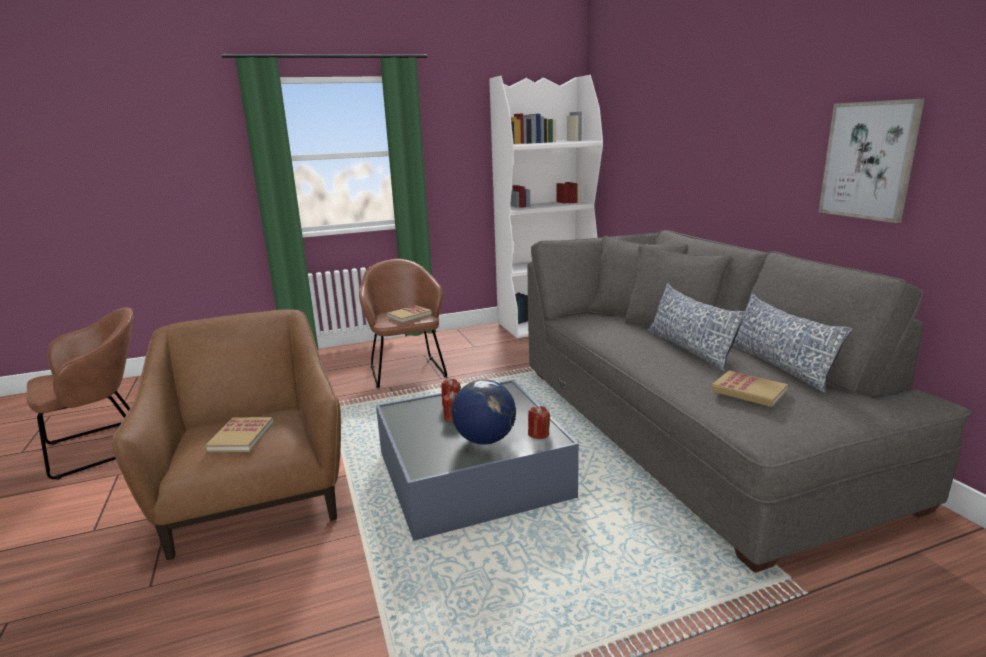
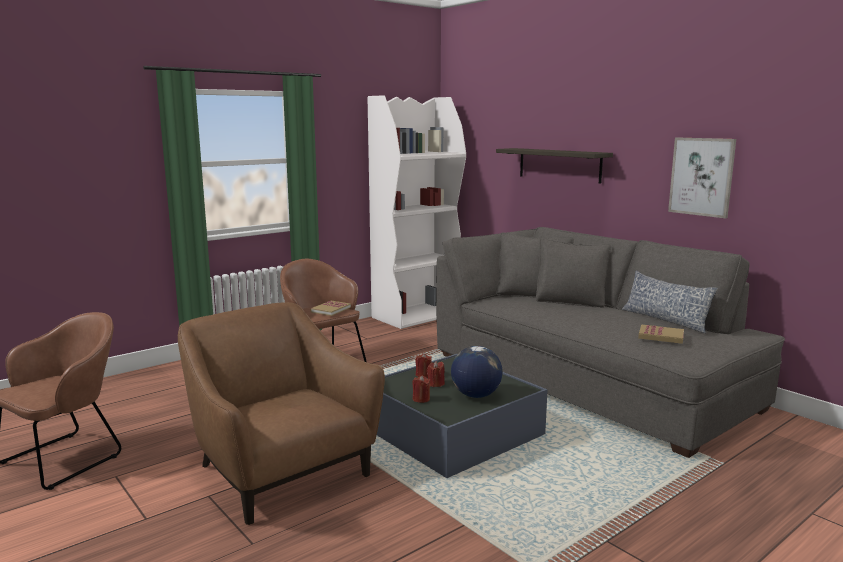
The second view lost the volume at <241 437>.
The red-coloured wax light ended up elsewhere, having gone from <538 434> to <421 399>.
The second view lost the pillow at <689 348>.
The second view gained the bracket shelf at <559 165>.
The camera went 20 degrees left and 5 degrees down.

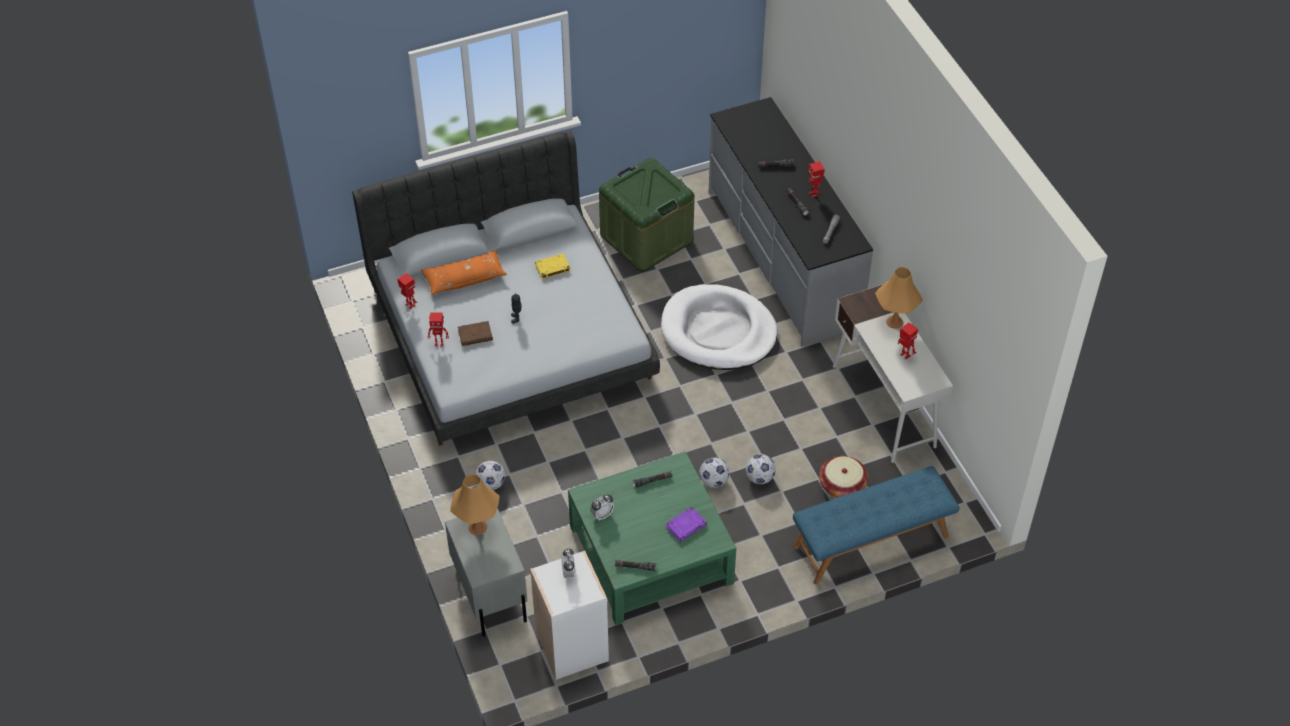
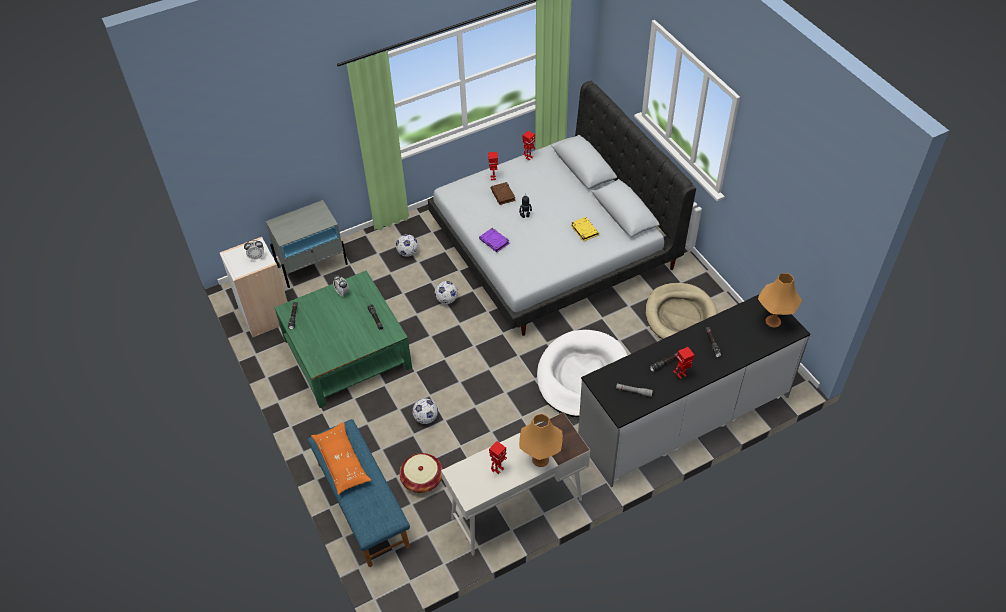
The orangey pillow ended up elsewhere, having gone from <464 278> to <342 462>.
The orangey lamp for a table ended up elsewhere, having gone from <477 527> to <773 321>.
Where the greenish storage bin stood at <646 238>, the beige-coloured dog cushion came to stand at <681 316>.
The purplish volume ended up elsewhere, having gone from <686 526> to <494 241>.
The ball for football ended up elsewhere, having gone from <714 481> to <447 300>.
The camera went 85 degrees right and 0 degrees up.

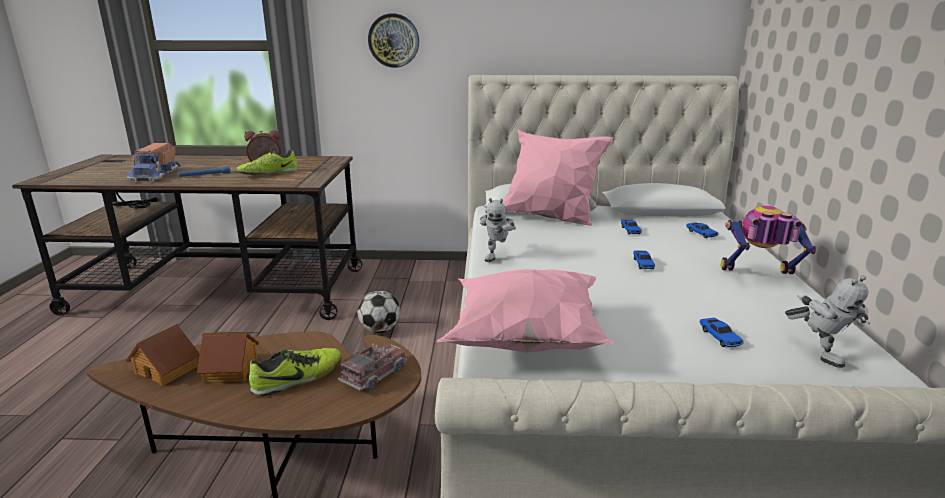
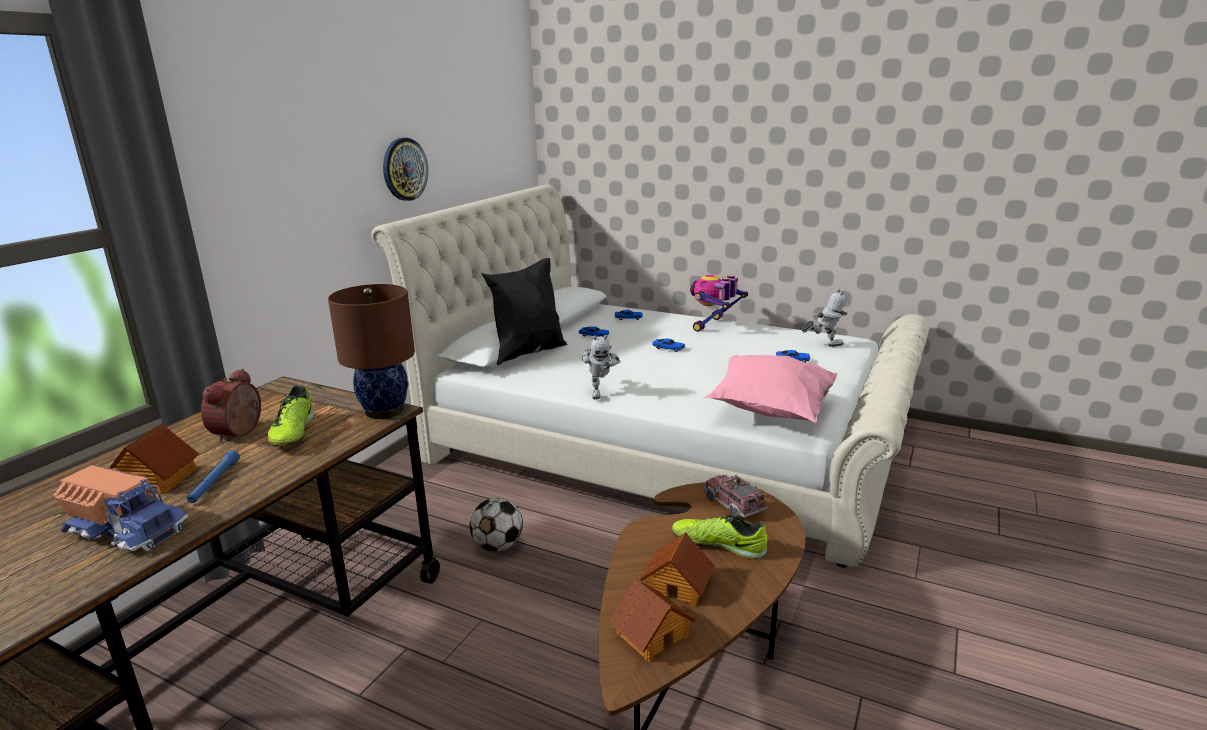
The item of footwear at <298 379> ended up facing another way, 60 degrees counterclockwise from before.
The hanging clock ended up elsewhere, having gone from <393 40> to <404 169>.
The toy robot at <497 257> ended up facing another way, 45 degrees clockwise from before.
What was the pink pillow at <550 218> turned into the black pillow at <528 354>.
The second view gained the miniature house at <158 479>.
The second view gained the brown lamp for a table at <385 410>.
The camera went 65 degrees left and 0 degrees up.

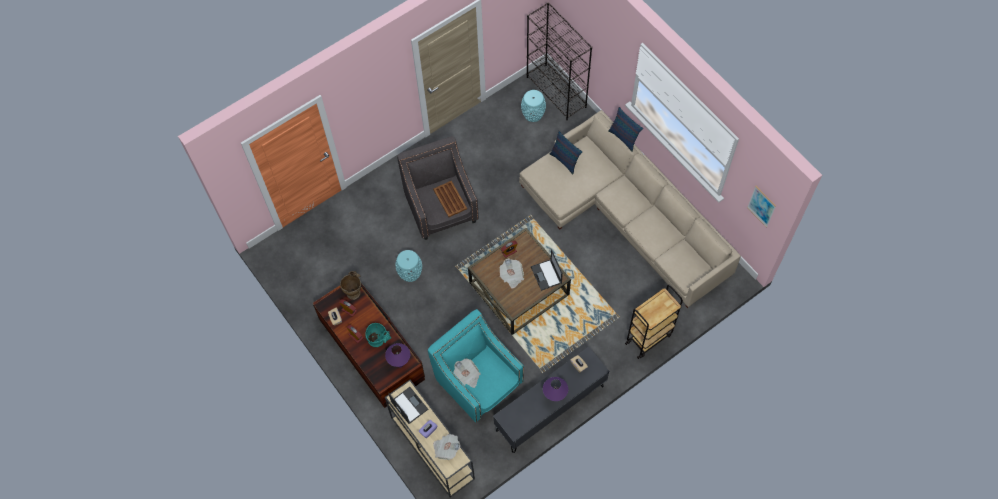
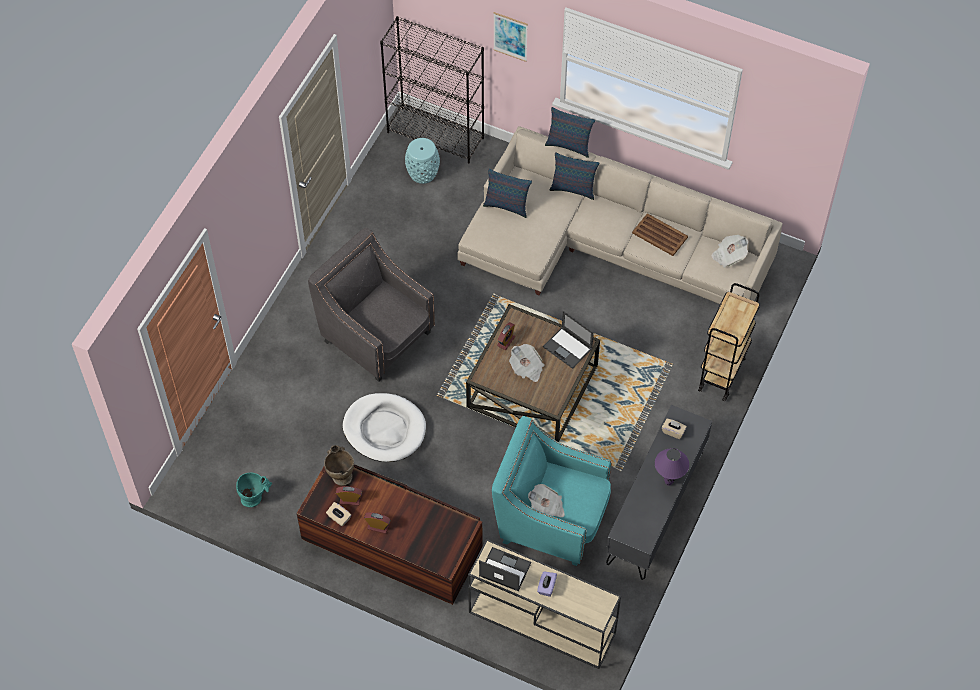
The turquoise-coloured decorative vase ended up elsewhere, having gone from <379 340> to <255 497>.
The second view lost the purplish lamp for a table at <400 365>.
Where the turquoise-coloured sitting stool stood at <410 273>, the white-coloured dog cushion came to stand at <384 429>.
The brown serving tray ended up elsewhere, having gone from <450 199> to <659 235>.
The printed paper ended up elsewhere, having gone from <446 449> to <728 255>.
The wall art ended up elsewhere, having gone from <761 206> to <510 36>.
The second view gained the blue pillow at <573 189>.
The camera went 30 degrees left and 5 degrees down.

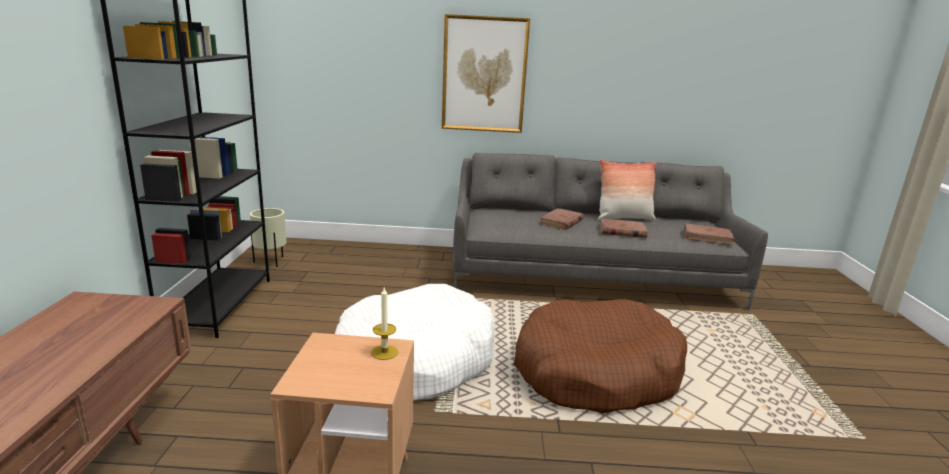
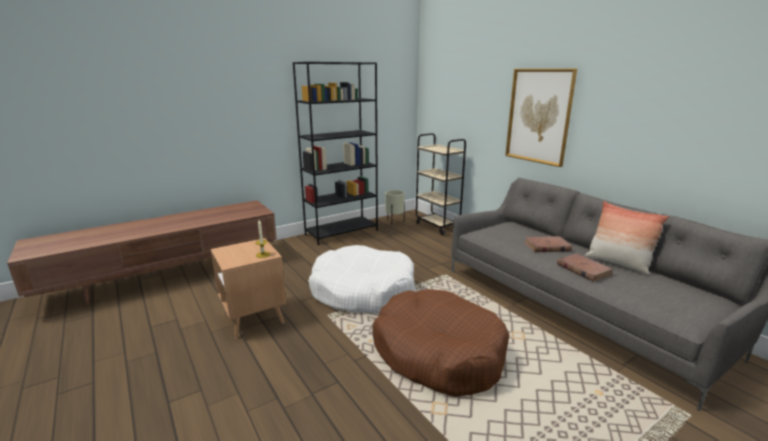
The second view lost the brown volume at <708 237>.
The second view gained the beige-coloured wheeled cart at <438 227>.
The camera went 55 degrees right and 0 degrees up.

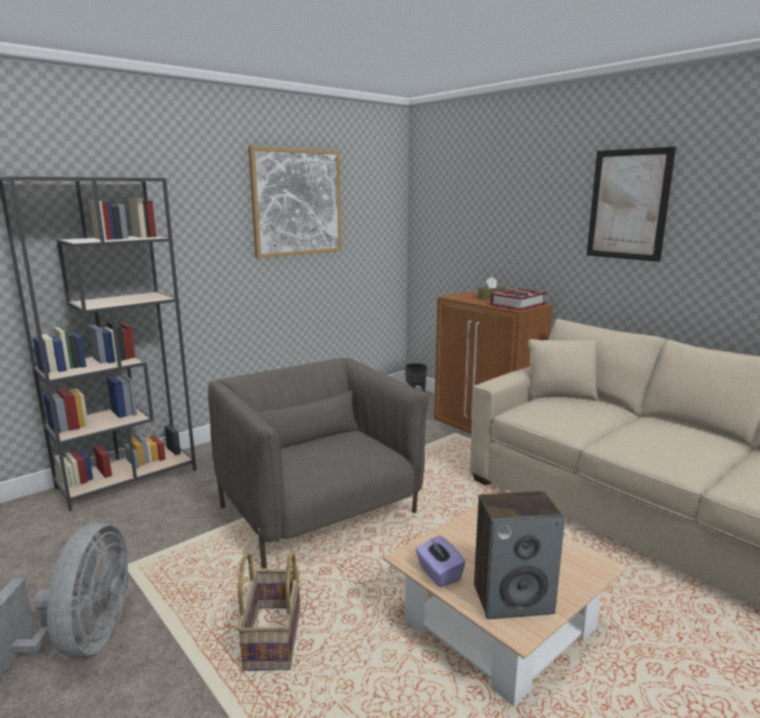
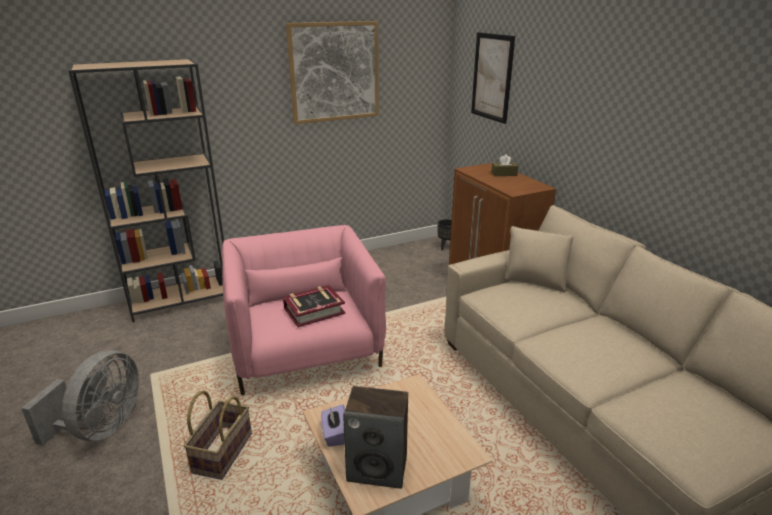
What was the grey lounge chair at <318 511> turned into the pink lounge chair at <305 352>.
The volume ended up elsewhere, having gone from <517 304> to <314 310>.
The wall art ended up elsewhere, having gone from <628 204> to <492 77>.
The camera went 15 degrees right and 10 degrees up.

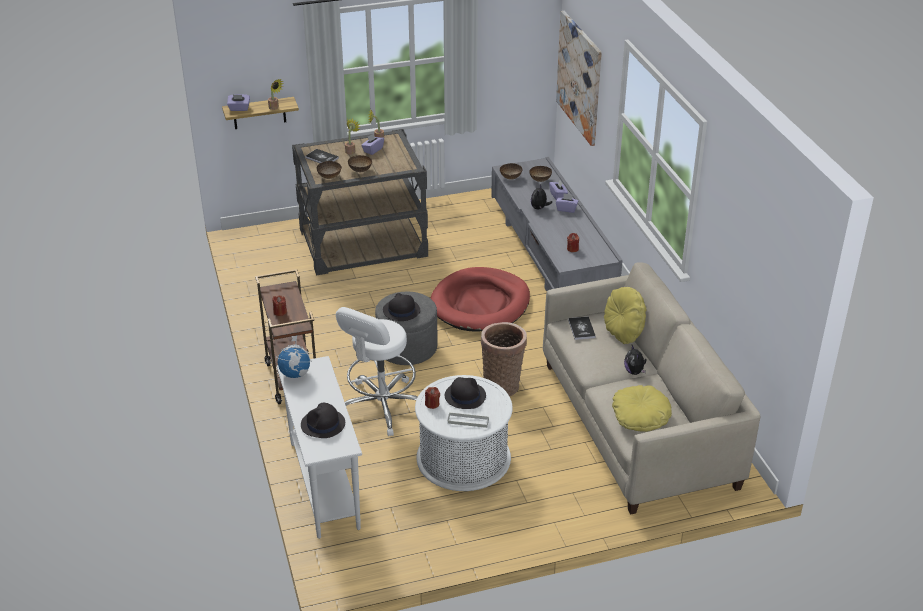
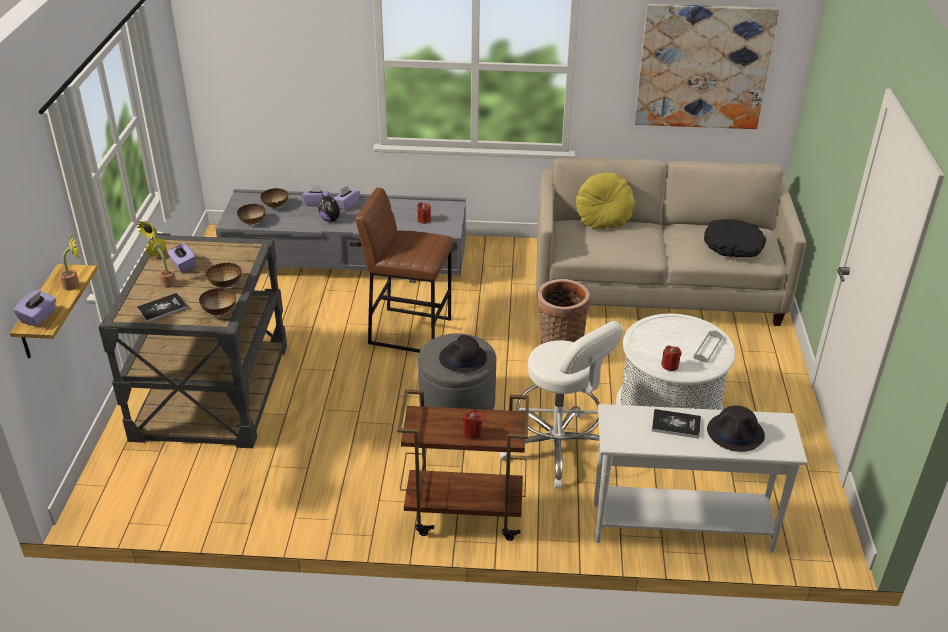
The second view lost the globe at <295 374>.
Where the red-coloured dog cushion stood at <480 304>, the brown sitting stool came to stand at <408 331>.
The second view lost the black hat at <465 396>.
The wall art ended up elsewhere, having gone from <579 77> to <703 67>.
The volume ended up elsewhere, having gone from <581 328> to <676 424>.
What was the yellowish pillow at <641 416> turned into the black pillow at <733 246>.
The second view lost the cuddly toy at <634 371>.
The camera went 70 degrees left and 0 degrees up.

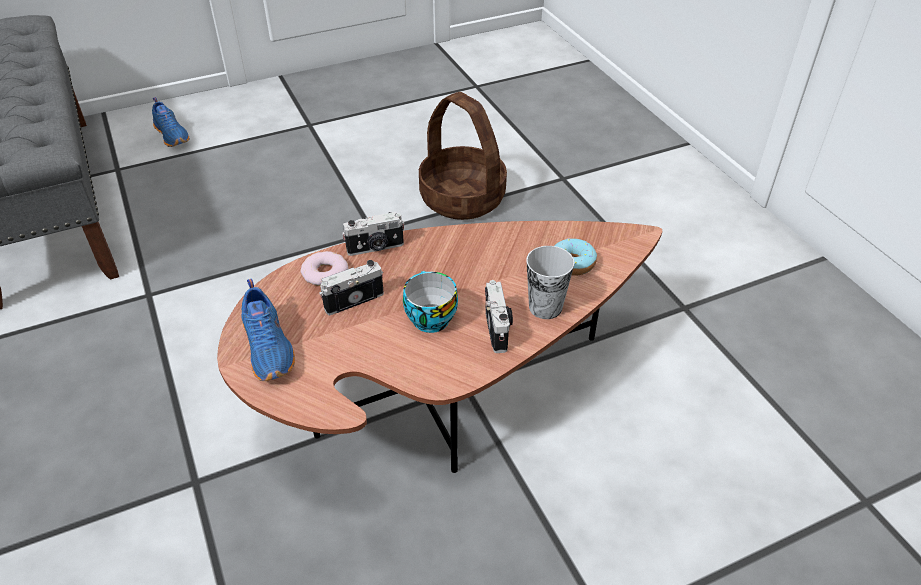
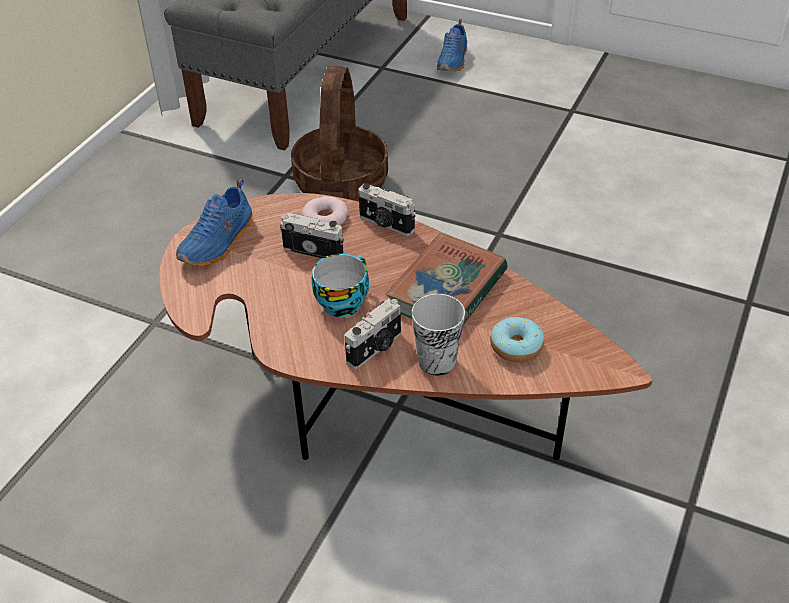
The basket ended up elsewhere, having gone from <463 198> to <342 182>.
The second view gained the volume at <447 289>.
The camera went 50 degrees right and 0 degrees up.

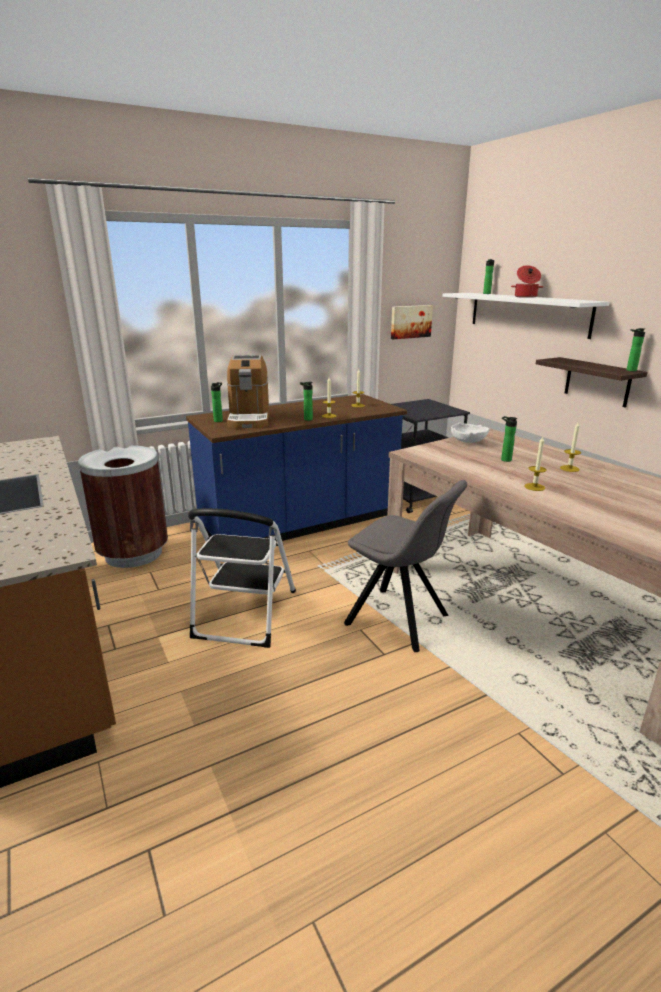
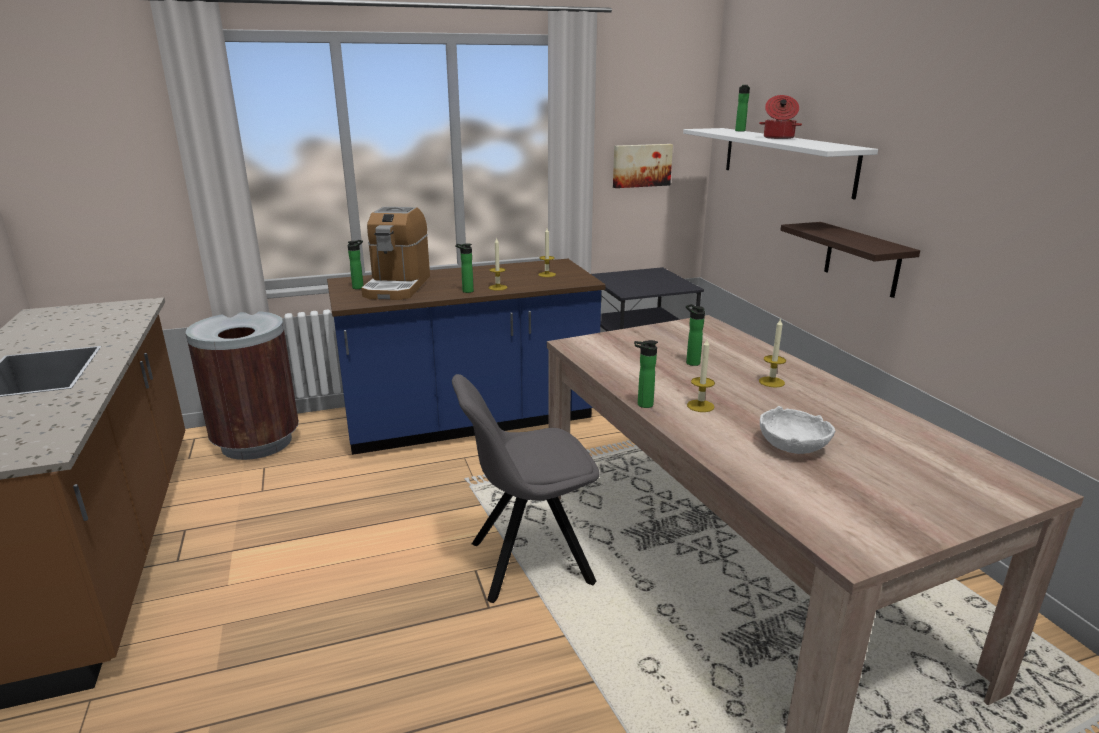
The second view lost the step stool at <244 615>.
The grey chair at <398 619> ended up facing another way, 120 degrees clockwise from before.
The white-coloured serving bowl ended up elsewhere, having gone from <468 441> to <792 446>.
The beverage bottle ended up elsewhere, having gone from <630 370> to <642 404>.
The camera went 10 degrees right and 0 degrees up.

